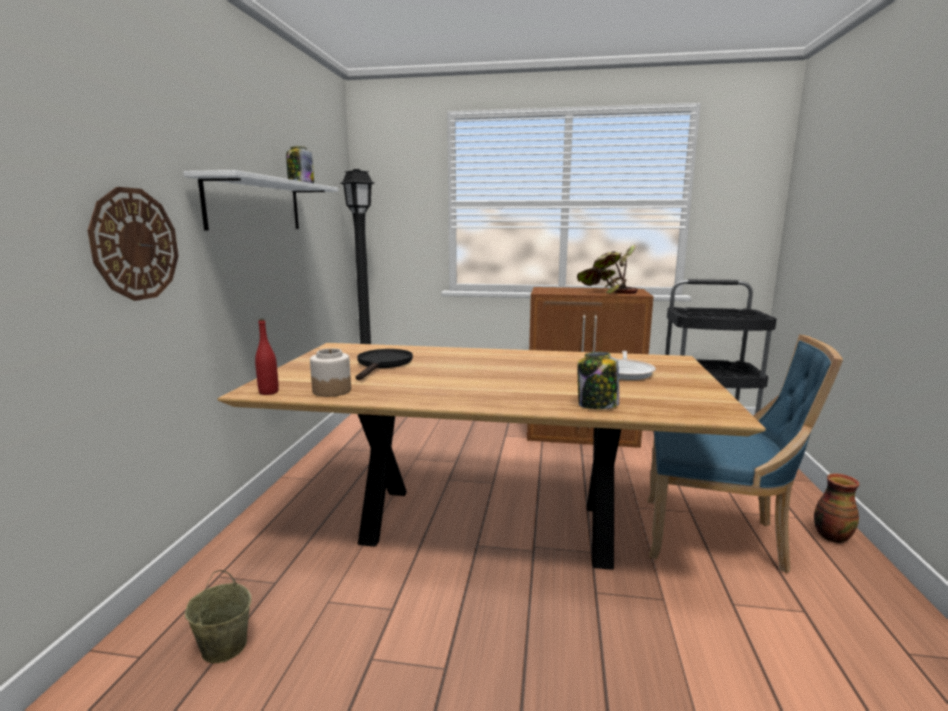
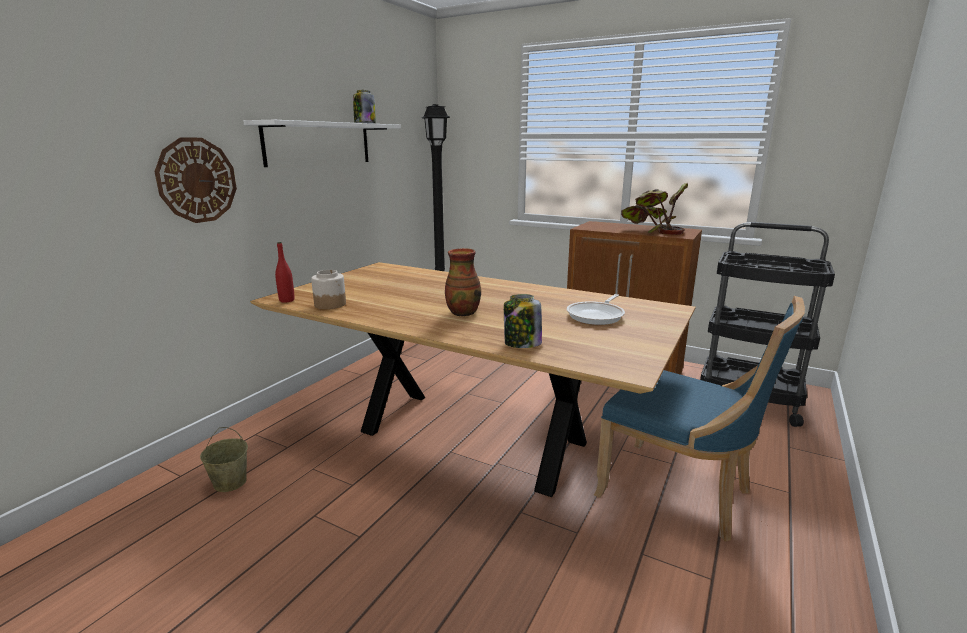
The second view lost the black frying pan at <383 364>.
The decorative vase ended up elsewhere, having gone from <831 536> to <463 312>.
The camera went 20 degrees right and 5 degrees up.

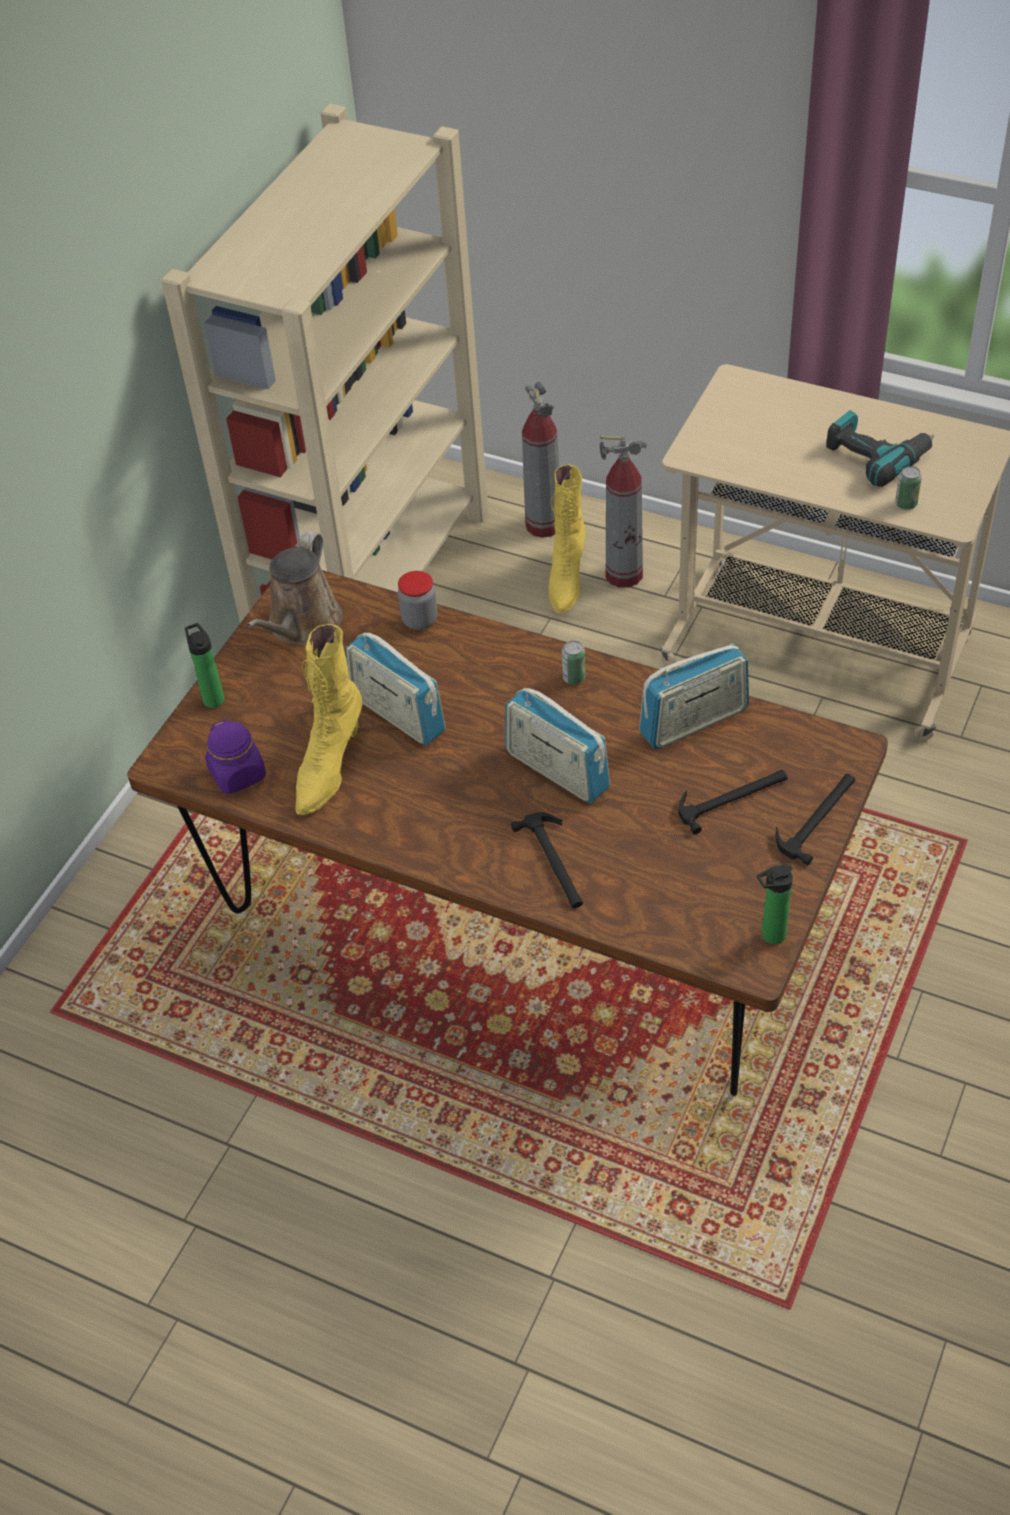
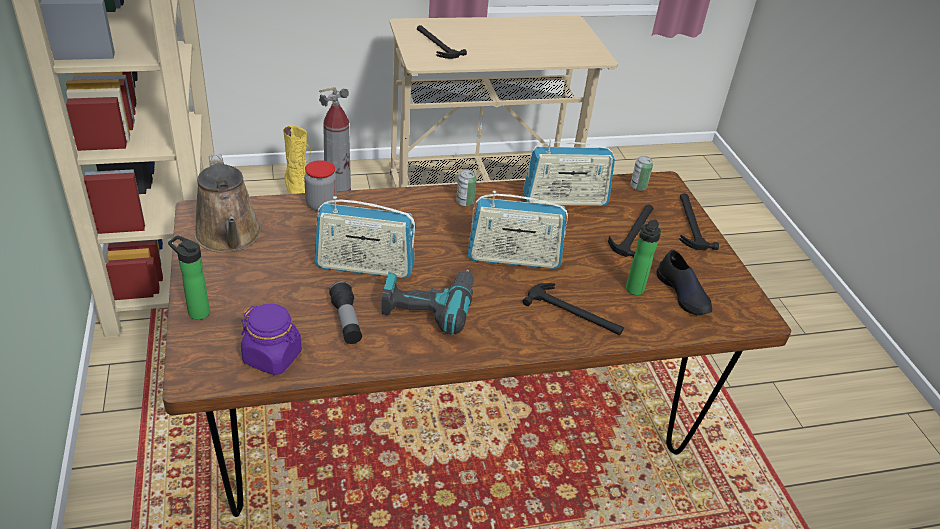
Where the yellowish boot stood at <329 767>, the torch came to stand at <346 321>.
The second view lost the fire-fighting cylinder at <543 525>.
The radio receiver at <694 722> ended up facing another way, 60 degrees clockwise from before.
The beverage bottle ended up elsewhere, having gone from <770 936> to <633 291>.
The drill ended up elsewhere, having gone from <876 455> to <428 305>.
The sealed can ended up elsewhere, having gone from <906 504> to <638 187>.
The second view gained the hammer at <436 44>.
The second view gained the black item of footwear at <683 293>.
The camera went 45 degrees left and 10 degrees down.

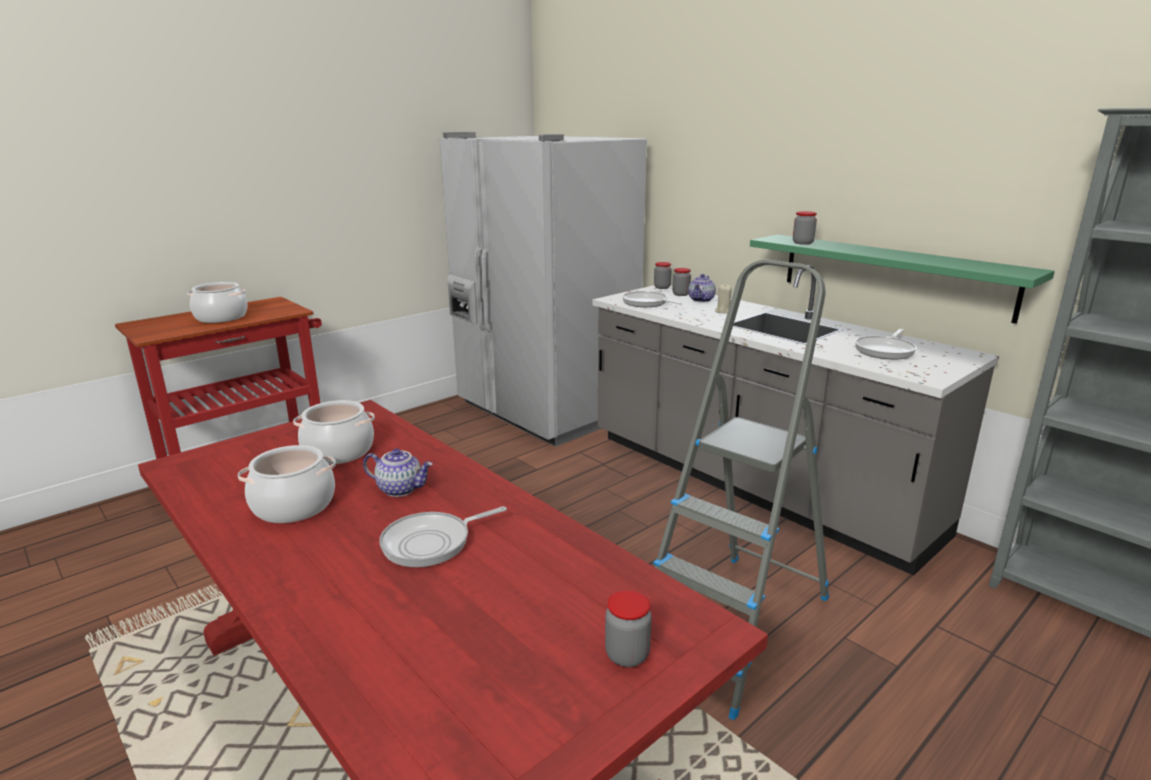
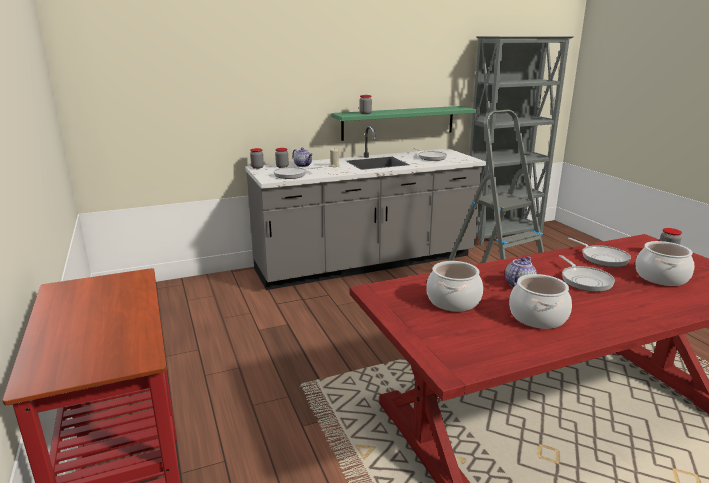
The stockpot ended up elsewhere, having gone from <221 317> to <661 277>.
The second view lost the white-coloured refrigerator at <546 409>.
The second view gained the frying pan at <602 258>.
The camera went 70 degrees left and 0 degrees up.

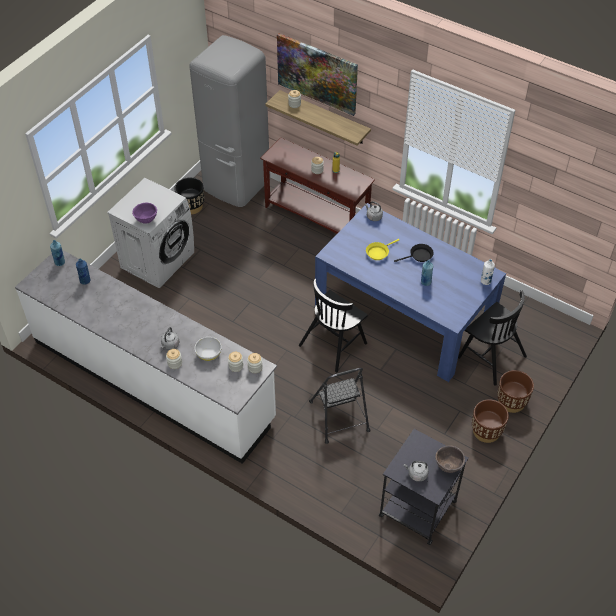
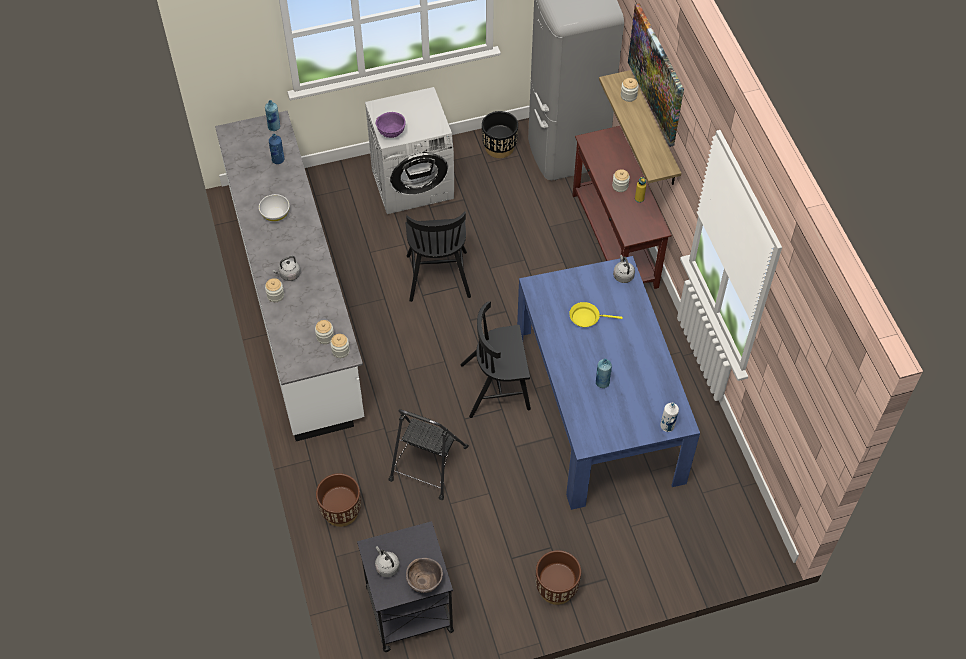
The white-coloured serving bowl ended up elsewhere, having gone from <208 354> to <275 214>.
The second view lost the black frying pan at <419 256>.
The black chair ended up elsewhere, having gone from <489 354> to <438 272>.
The brown planter ended up elsewhere, having gone from <511 401> to <341 511>.
The camera went 40 degrees right and 5 degrees up.

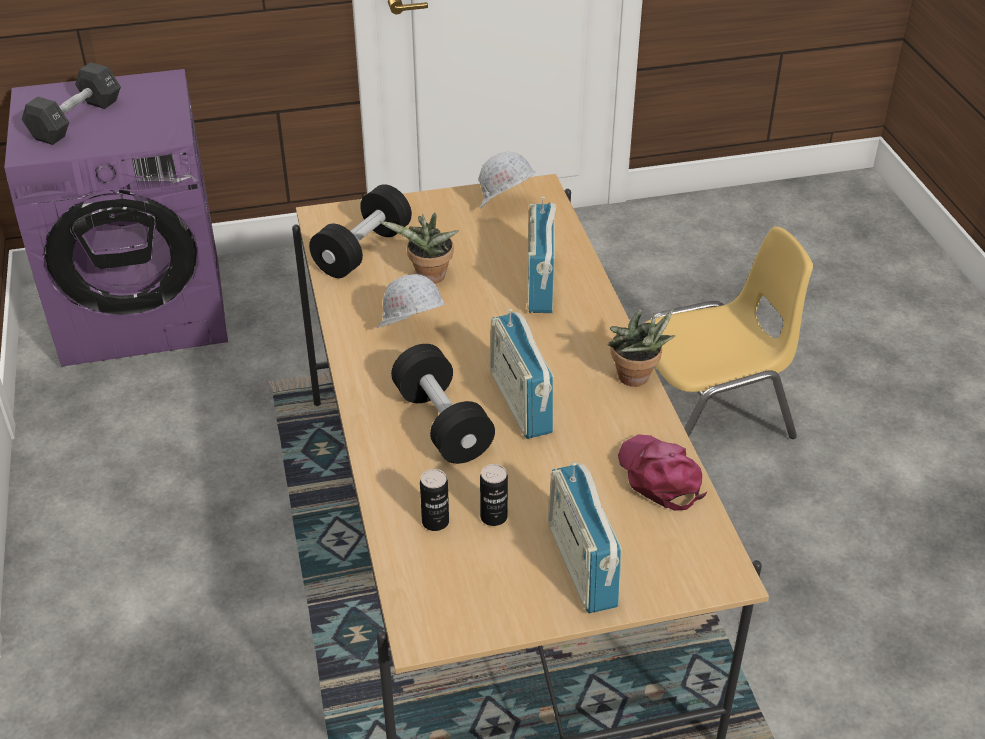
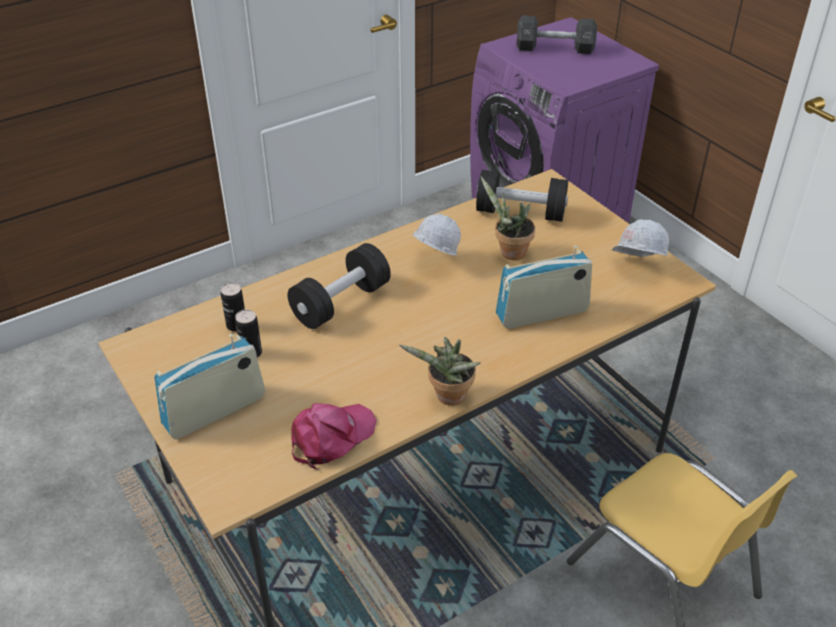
The second view lost the radio receiver at <520 403>.
The camera went 70 degrees right and 0 degrees up.

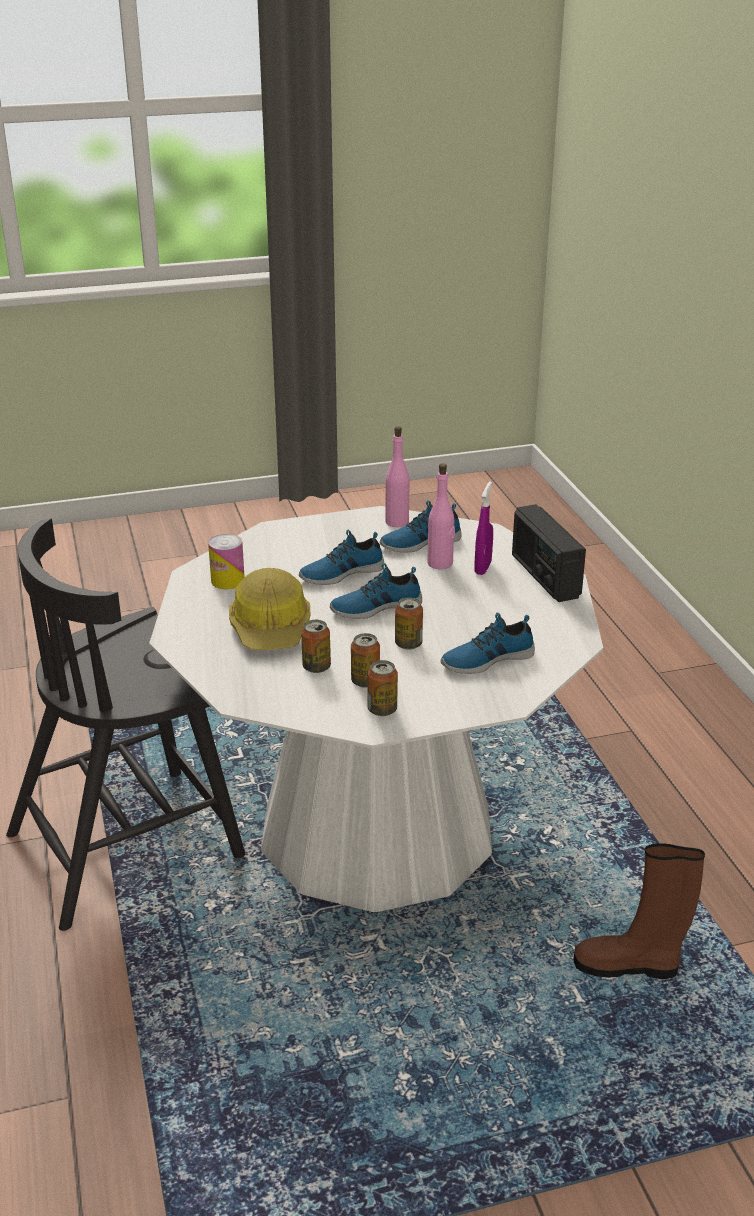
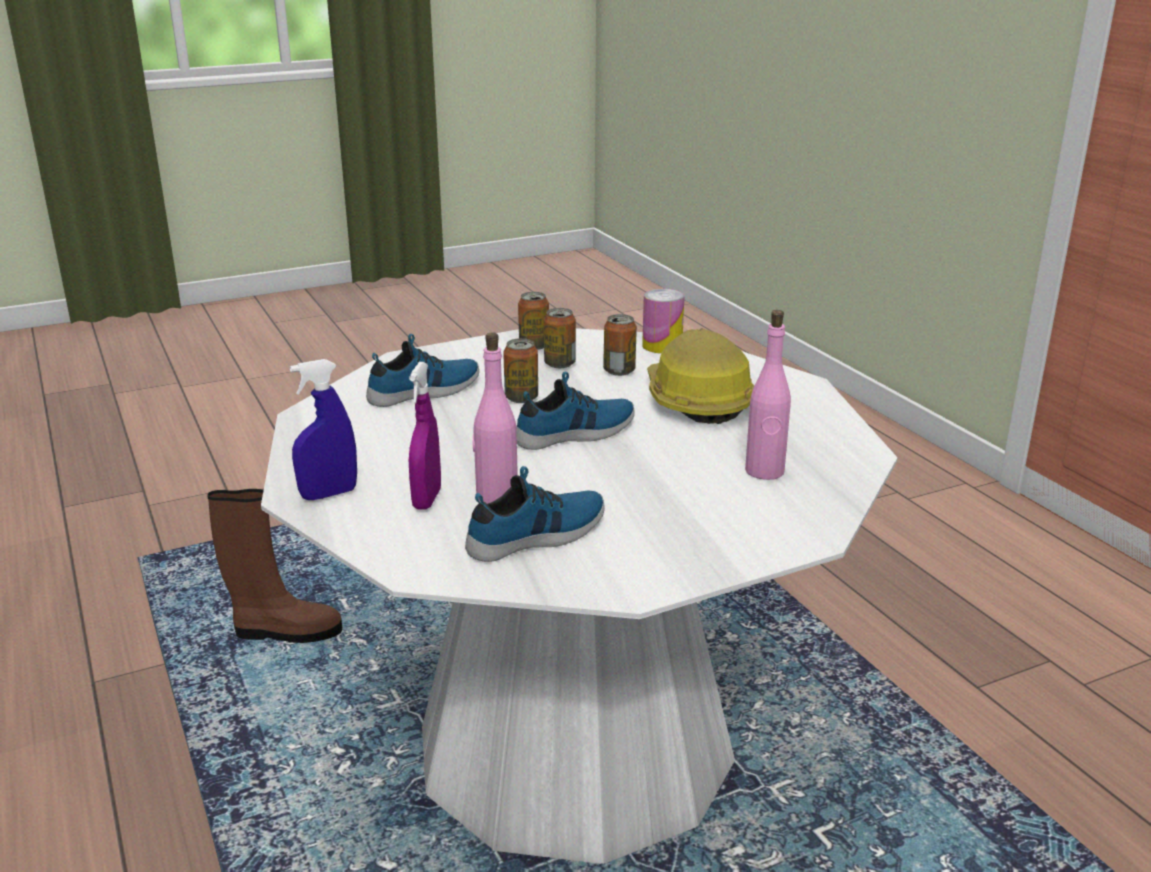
The second view lost the black chair at <130 843>.
The sealed can ended up elsewhere, having gone from <228 581> to <662 346>.
The second view lost the item of footwear at <341 573>.
The pink beverage bottle ended up elsewhere, having gone from <397 522> to <764 471>.
Where the radio receiver stood at <544 576>, the blue spray bottle came to stand at <328 494>.
The camera went 170 degrees right and 5 degrees down.

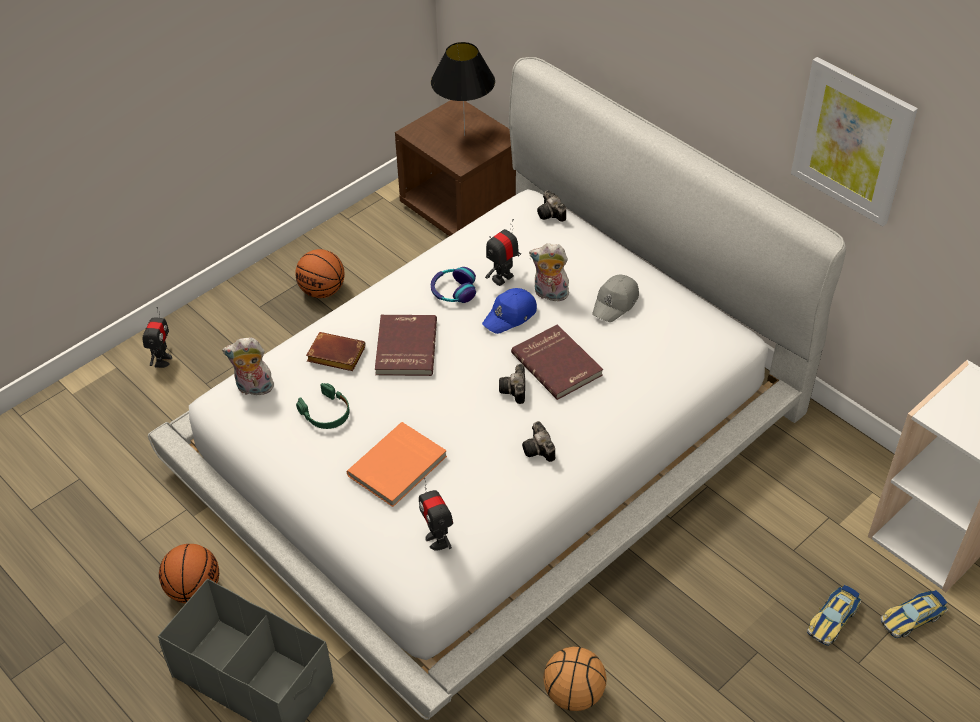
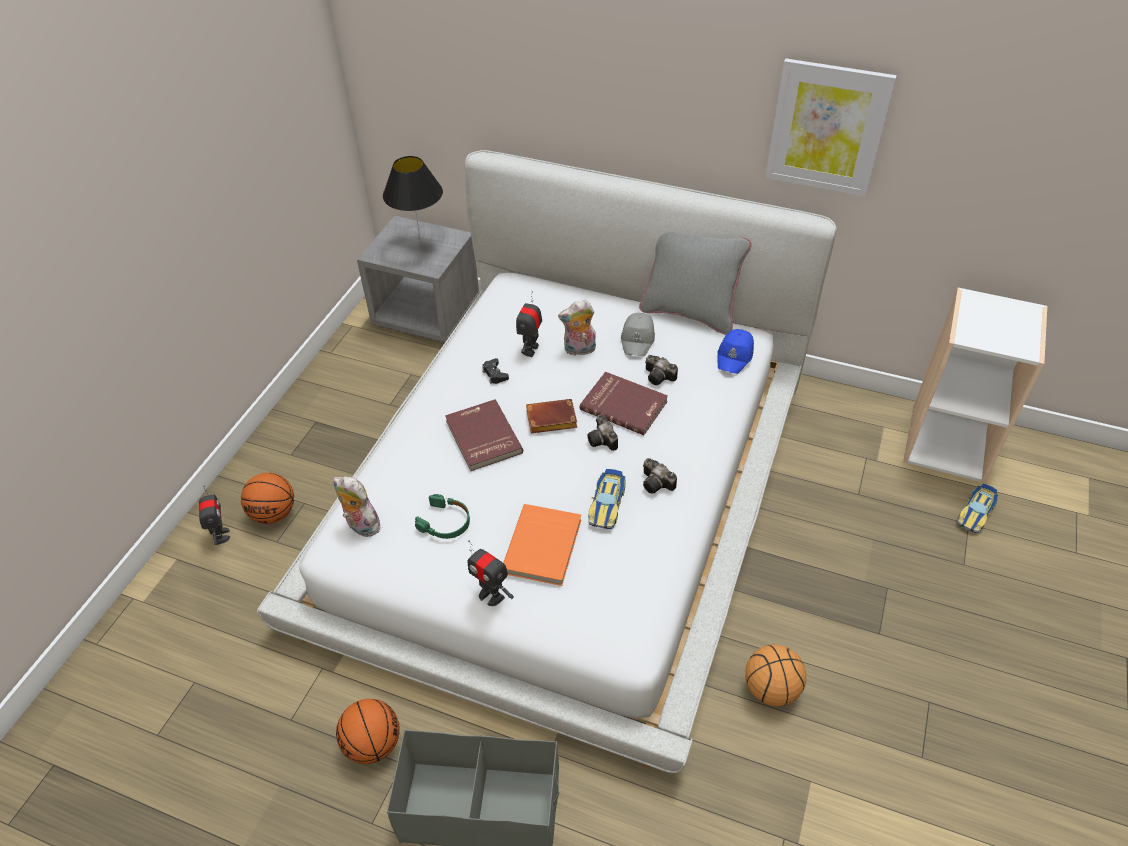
The cuddly toy at <253 389> ended up facing another way, 60 degrees clockwise from before.
The ball for basketball ended up elsewhere, having gone from <322 291> to <273 513>.
The brown volume ended up elsewhere, having gone from <334 356> to <550 421>.
What was the brown bedside table at <462 209> turned into the grey bedside table at <427 314>.
The toy robot ended up elsewhere, having gone from <437 540> to <491 595>.
Where the headphones stood at <453 291>, the black joypad came to stand at <495 374>.
The blue cap ended up elsewhere, having gone from <510 316> to <735 356>.
The still camera ended up elsewhere, having gone from <551 214> to <660 377>.
The toy car ended up elsewhere, having gone from <833 619> to <607 504>.
The second view gained the grey pillow at <689 313>.
The camera went 25 degrees left and 0 degrees up.

